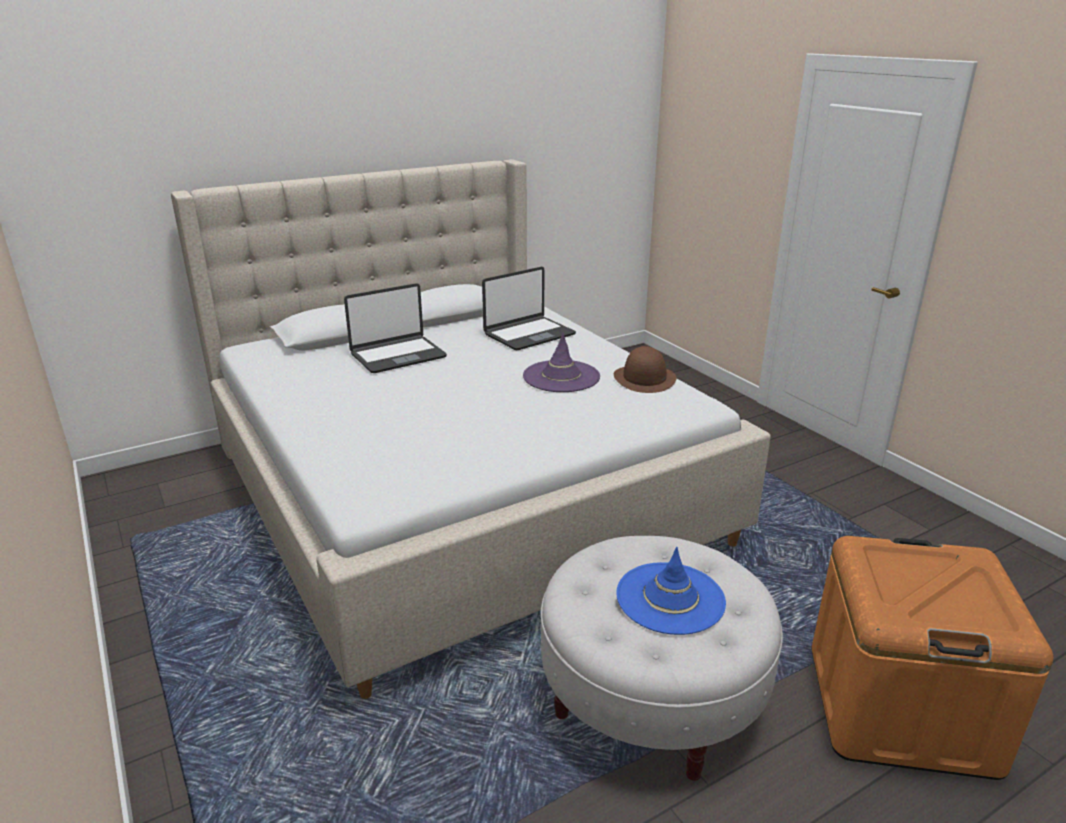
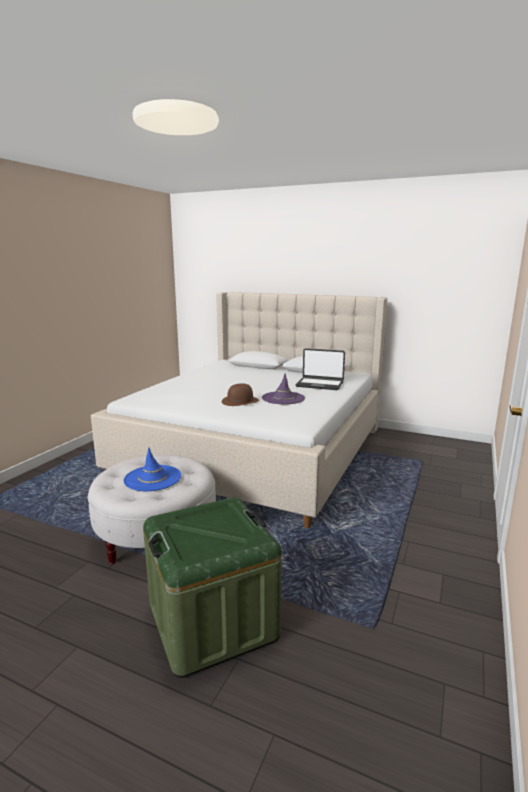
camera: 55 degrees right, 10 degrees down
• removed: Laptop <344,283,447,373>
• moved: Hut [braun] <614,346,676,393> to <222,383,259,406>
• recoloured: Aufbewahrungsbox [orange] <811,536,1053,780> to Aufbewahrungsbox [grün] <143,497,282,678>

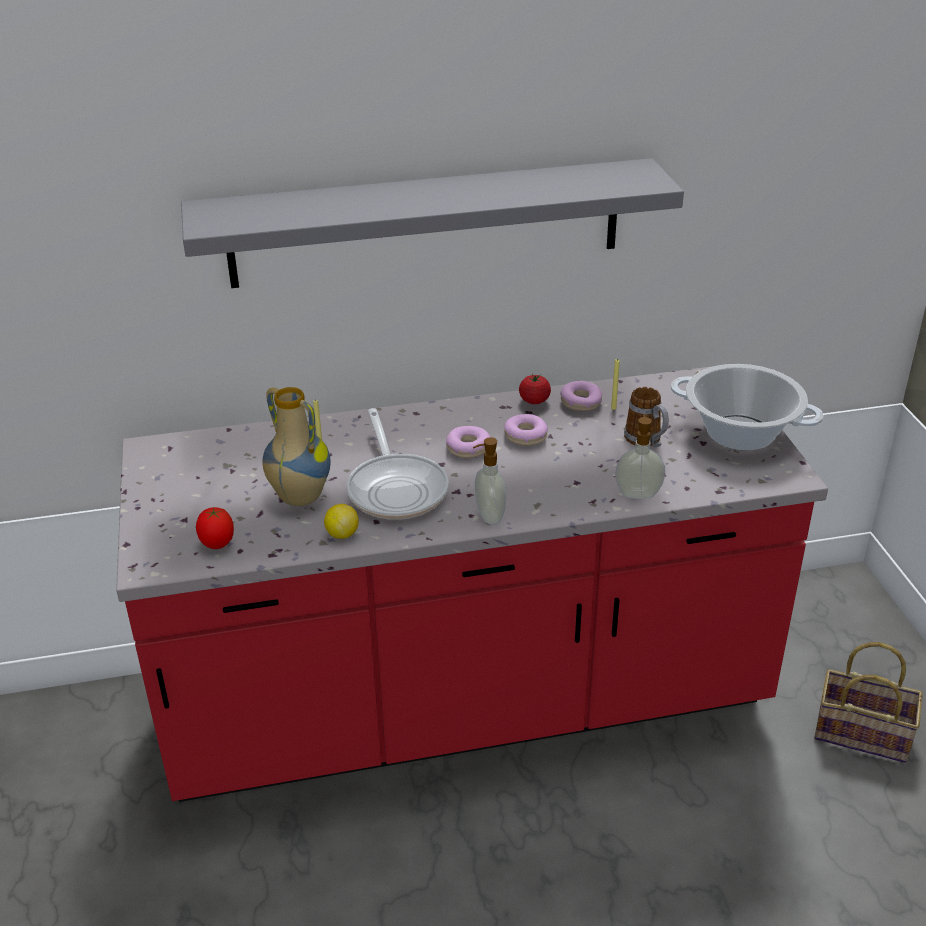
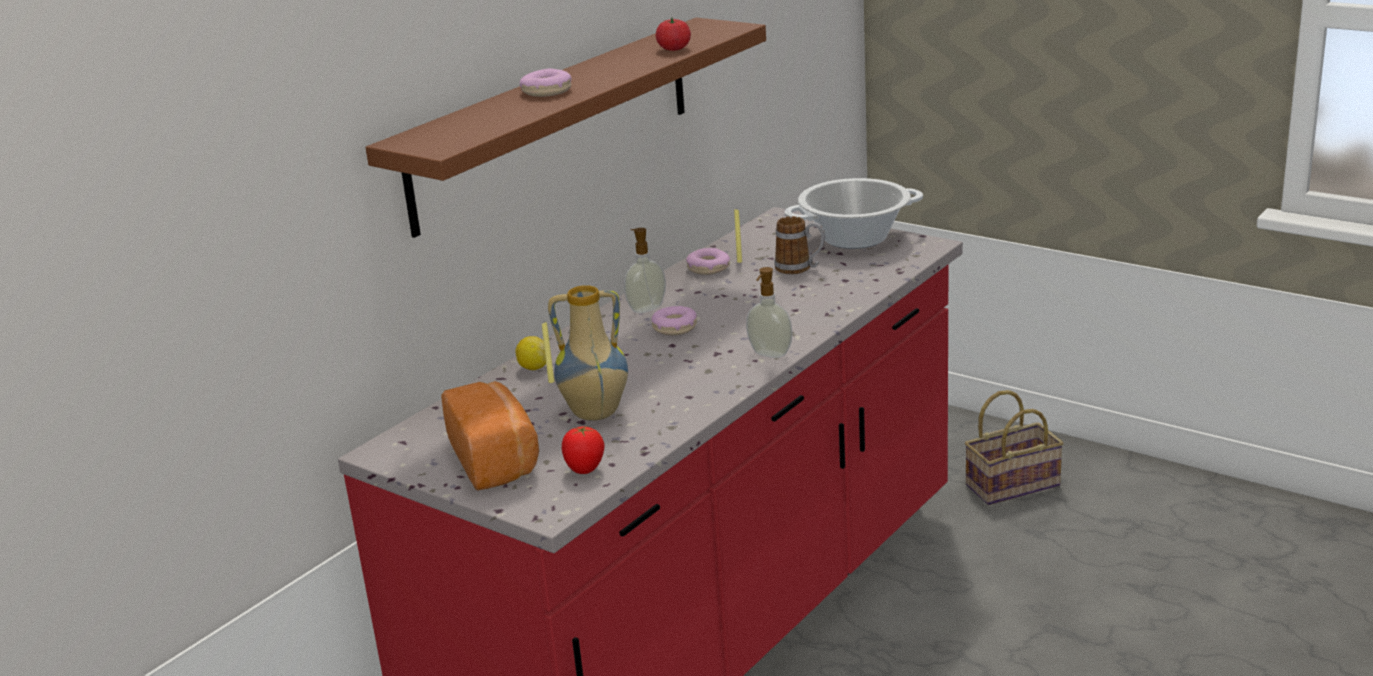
camera: 40 degrees left, 10 degrees down
• recoloured: Wandregal [grau] <181,158,684,288> to Wandregal [braun] <365,18,766,238>
• moved: Zitrone <324,504,359,539> to <515,336,546,370>
• removed: Pfanne <347,408,449,520>
• moved: Donut <504,414,548,446> to <520,69,572,97>
• moved: Tomate <519,374,551,404> to <656,17,691,51>
• moved: Seifenspender <615,414,665,499> to <624,228,666,313>
• added: Brot <441,381,539,490>

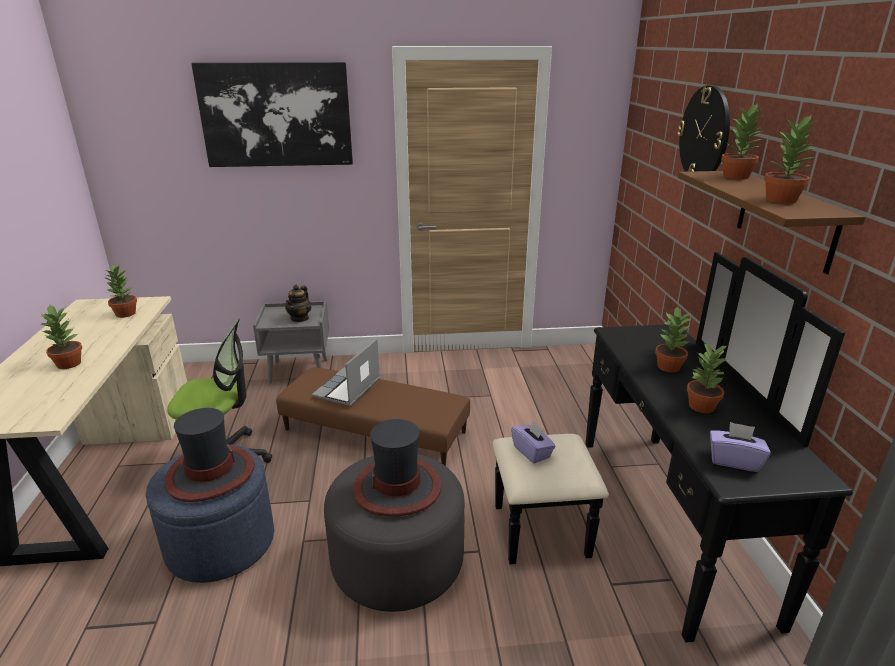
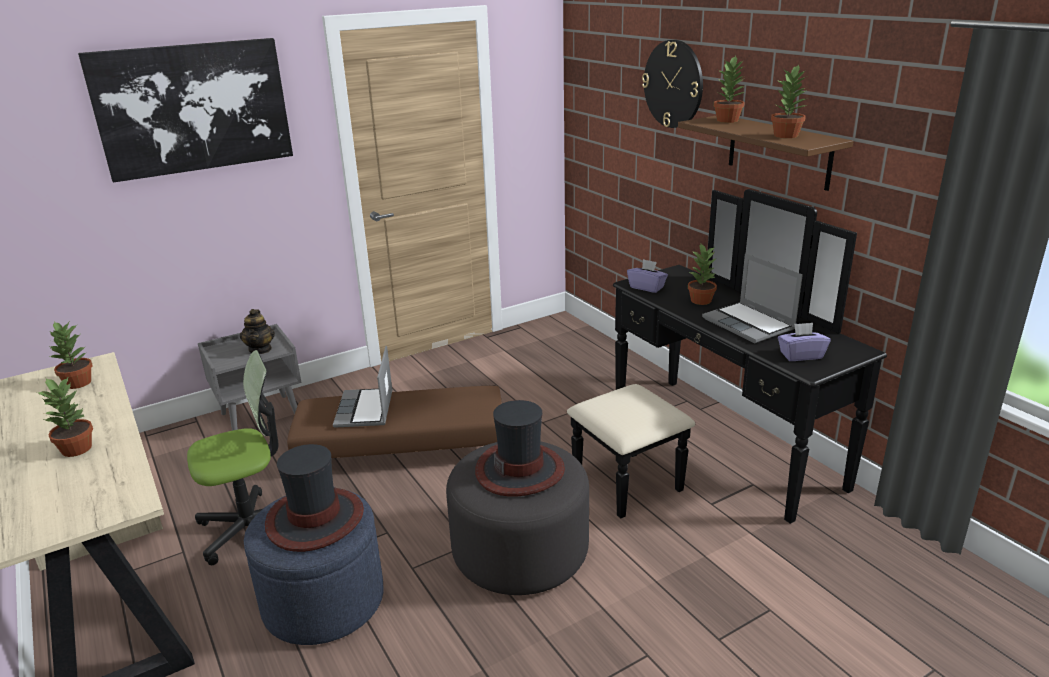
camera: 25 degrees left, 0 degrees up
• moved: Taschentuchbox [lila] <511,420,556,464> to <627,259,668,293>
• replaced: Topfpflanze <687,343,728,413> to Laptop <702,253,803,343>

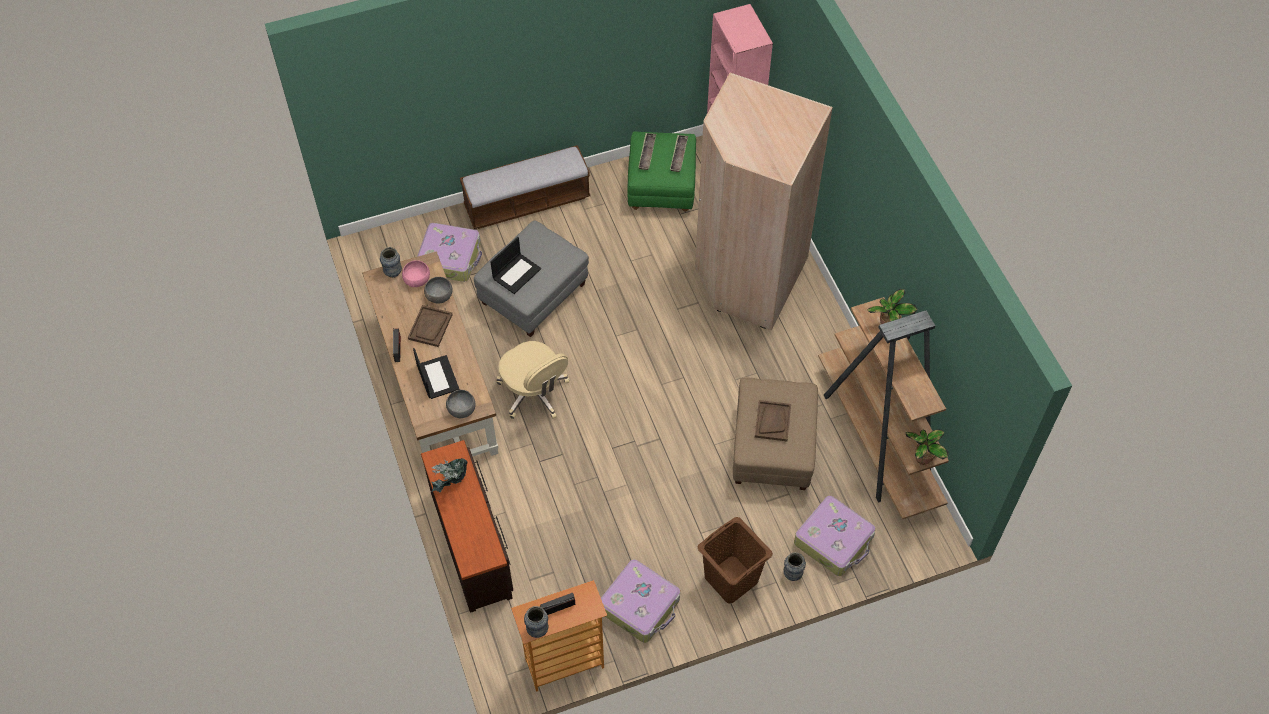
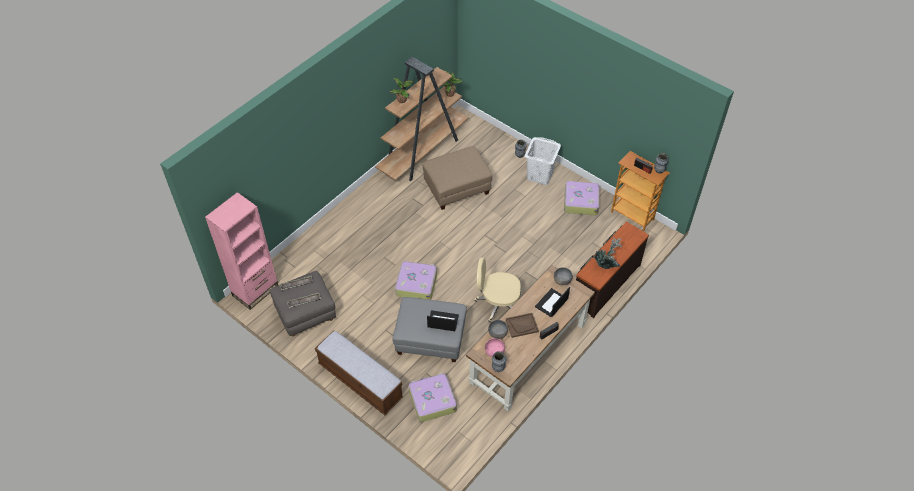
camera: 120 degrees left, 5 degrees down
• turned: Bürostuhl [beige] <496,341,569,419> = <474,257,521,323> 105 degrees counterclockwise
• recoloured: Polsterhocker [grün] <627,131,696,212> to Polsterhocker [grau] <270,271,336,336>
• removed: Kleiderschrank [beige] <695,73,833,330>
• recoloured: Wäschekorb [braun] <698,517,773,604> to Wäschekorb [weiß] <525,137,561,185>
• removed: Tablett [braun] <755,400,791,441>
• moved: Koffer <794,496,875,576> to <395,261,437,300>

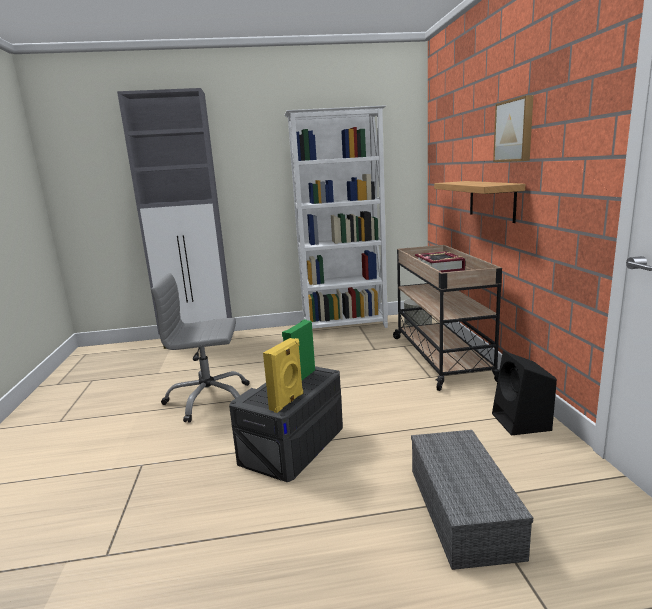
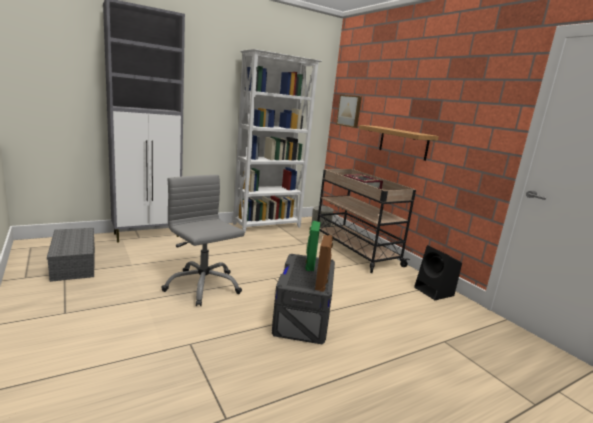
camera: 25 degrees left, 0 degrees up
• turned: Bürostuhl [grau] <151,273,250,423> = <161,175,245,306> 75 degrees clockwise
• recoloured: Lautsprecher [gelb] <263,338,303,413> to Lautsprecher [braun] <315,235,333,292>
• moved: Aufbewahrungsbox [grau] <411,430,533,570> to <47,228,95,282>
• moved: Bild <493,95,534,162> to <336,95,362,128>

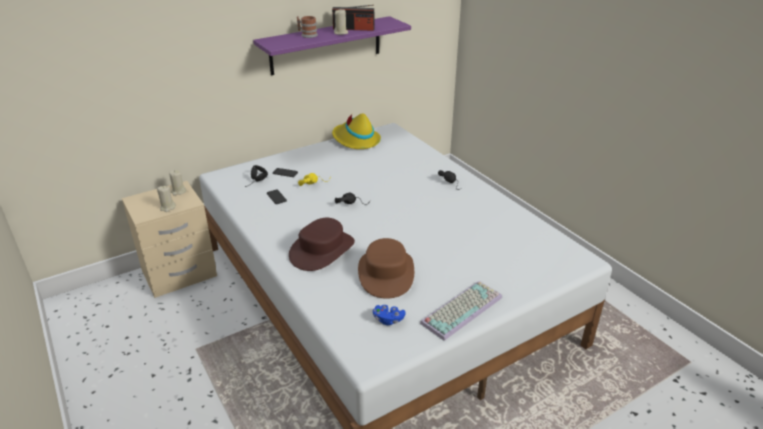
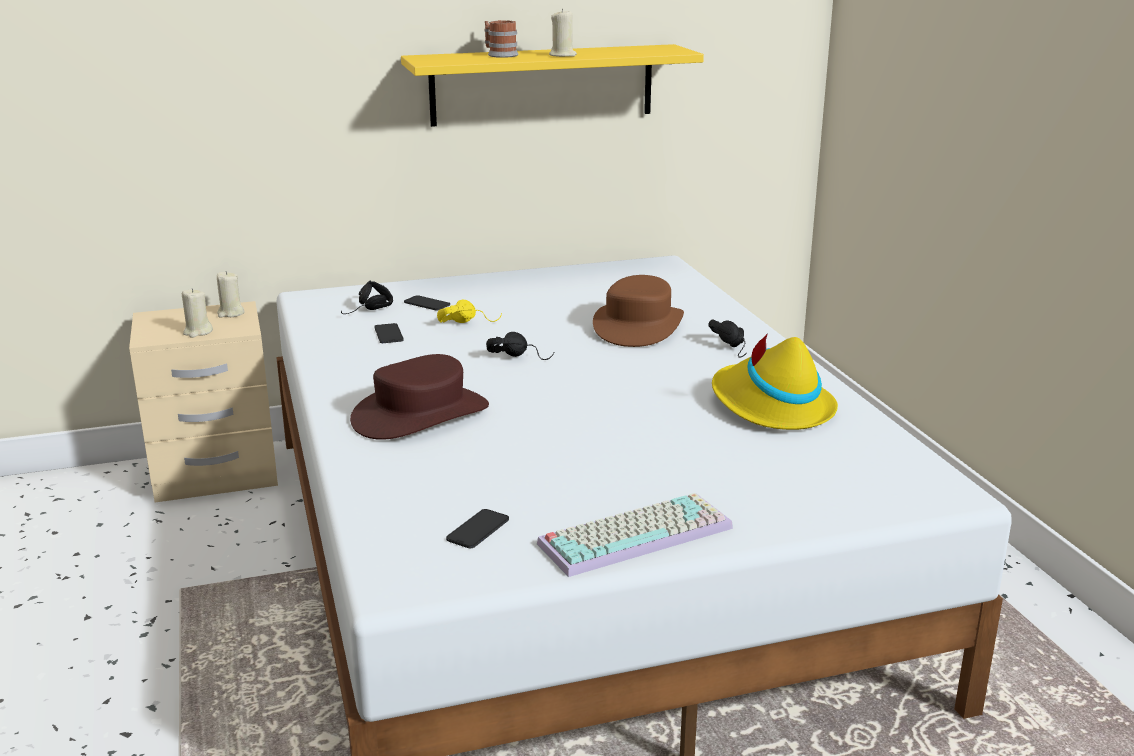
camera: 15 degrees right, 10 degrees down
• recoloured: Wandregal [lila] <253,16,411,75> to Wandregal [gelb] <401,44,704,127>
• removed: Radio <332,5,375,31>
• moved: Hut [gelb] <332,113,381,149> to <712,333,838,430>
• moved: Hut [braun] <358,238,414,299> to <593,275,684,347>
• replaced: Gamepad [blau] <373,305,406,325> to Handy <446,509,509,548>

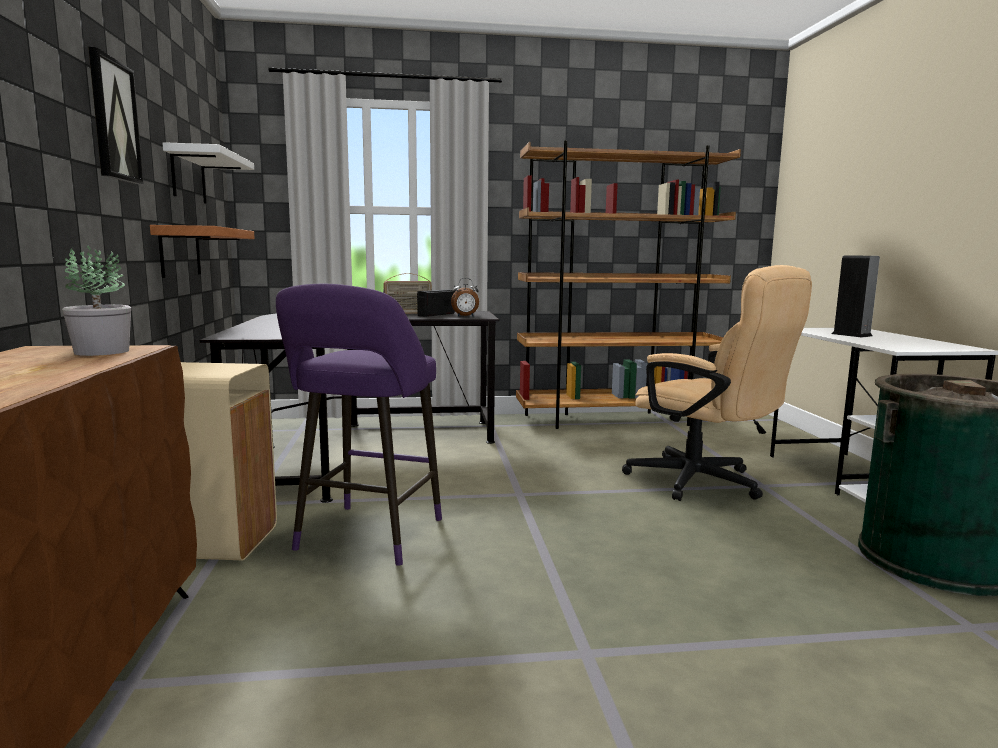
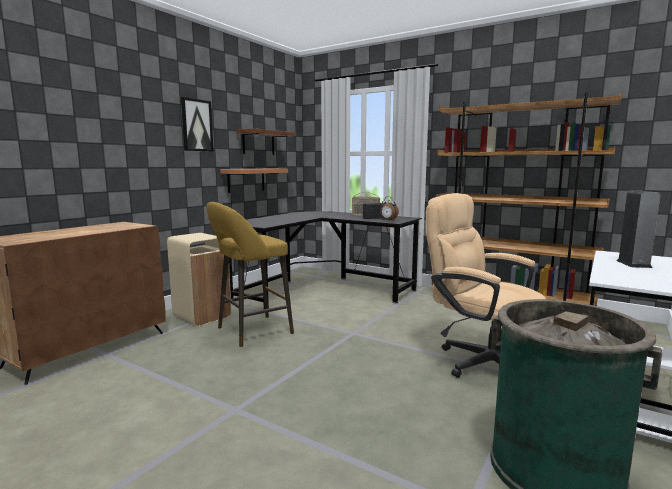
camera: 40 degrees right, 0 degrees up
• removed: Topfpflanze <62,245,131,356>
• recoloured: Wandregal [weiß] <162,142,254,204> to Wandregal [braun] <236,128,296,155>
• recoloured: Hocker [lila] <276,284,442,566> to Hocker [gelb] <206,202,294,347>
• turned: Bürostuhl [beige] <622,265,812,501> = <426,193,546,378> 135 degrees clockwise

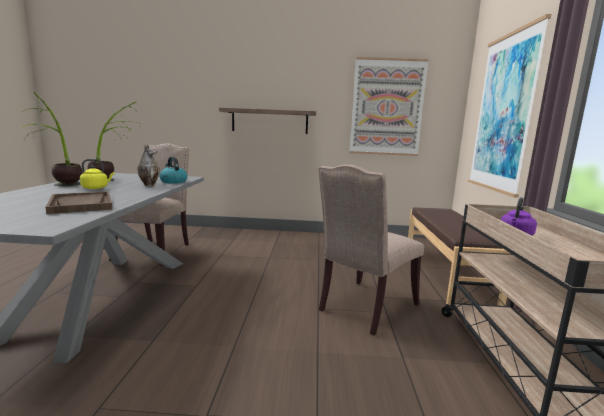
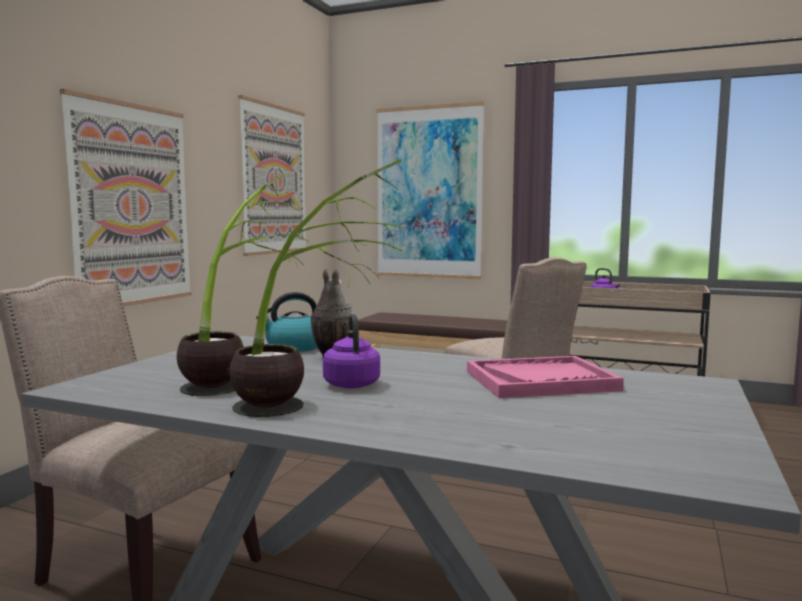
camera: 70 degrees left, 5 degrees down
• recoloured: Tablett [braun] <46,191,112,214> to Tablett [rosa] <467,356,624,398>
• recoloured: Wasserkessel [gelb] <80,159,115,189> to Wasserkessel [lila] <323,314,380,388>
• replaced: Wandregal <219,108,316,134> to Bild <60,89,192,307>

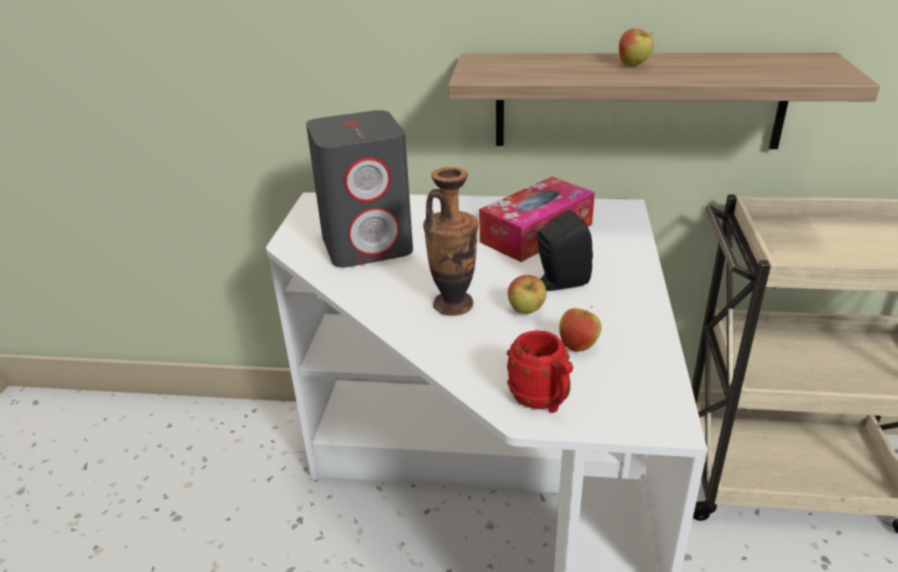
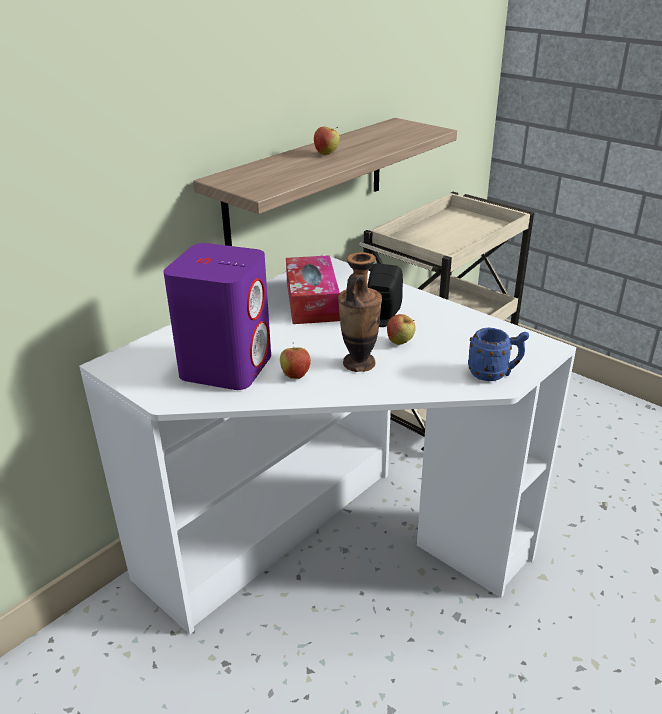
camera: 55 degrees left, 0 degrees up
• recoloured: Lautsprecher [grau] <306,110,413,268> to Lautsprecher [lila] <163,243,271,390>
• recoloured: Henkelbecher [rot] <507,330,573,413> to Henkelbecher [blau] <468,328,529,381>
• moved: Apfel <559,306,602,352> to <280,343,311,379>

